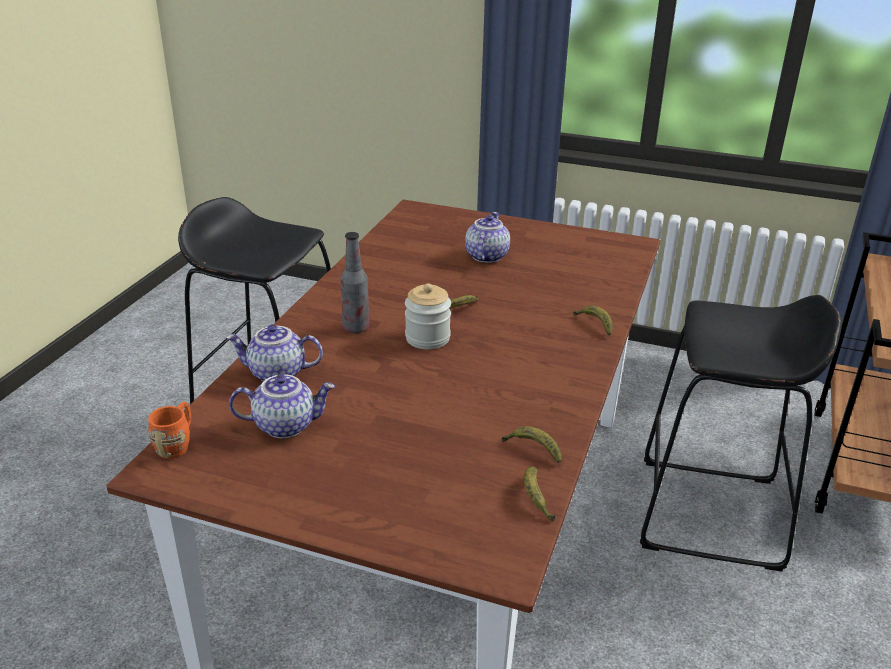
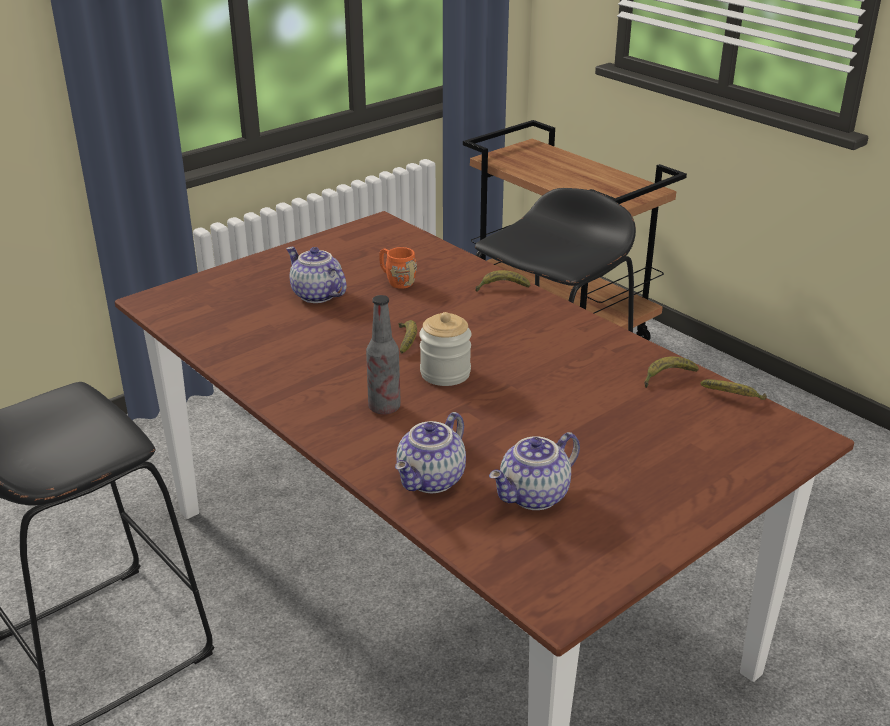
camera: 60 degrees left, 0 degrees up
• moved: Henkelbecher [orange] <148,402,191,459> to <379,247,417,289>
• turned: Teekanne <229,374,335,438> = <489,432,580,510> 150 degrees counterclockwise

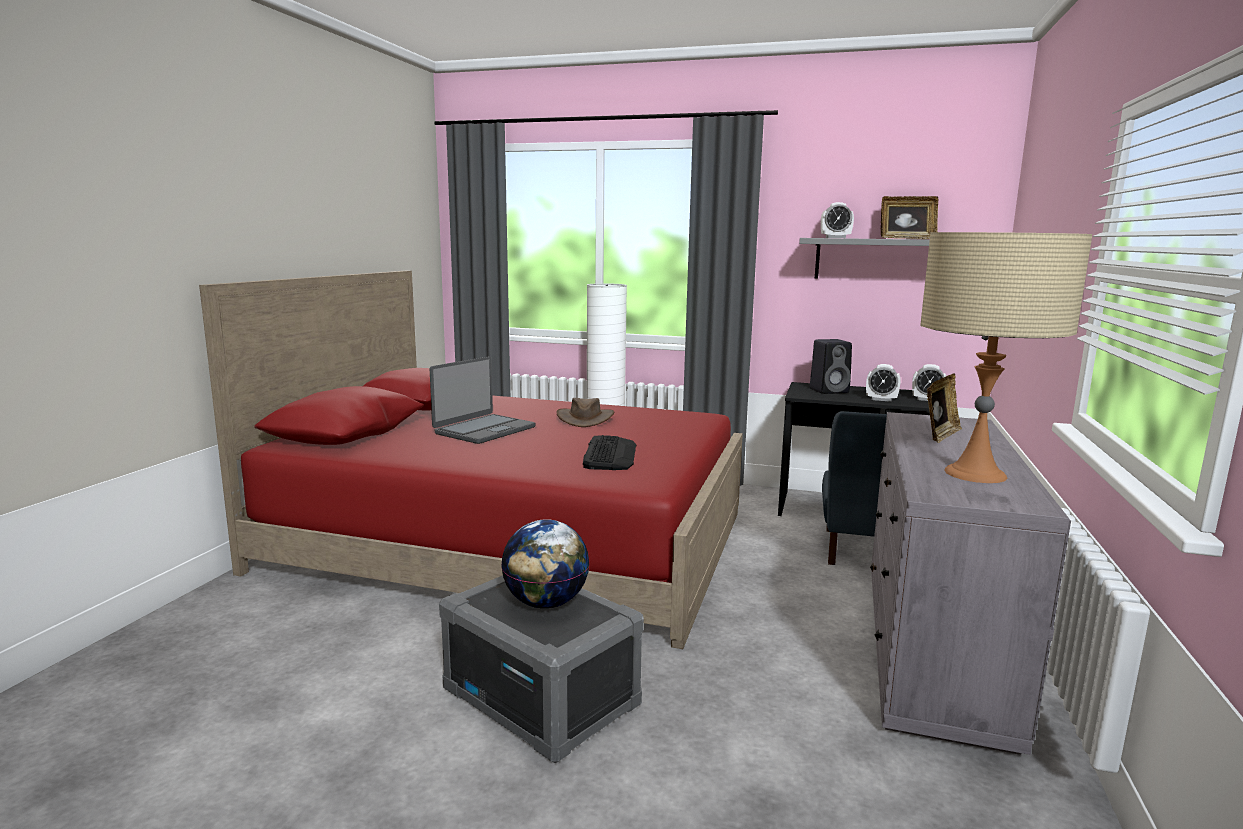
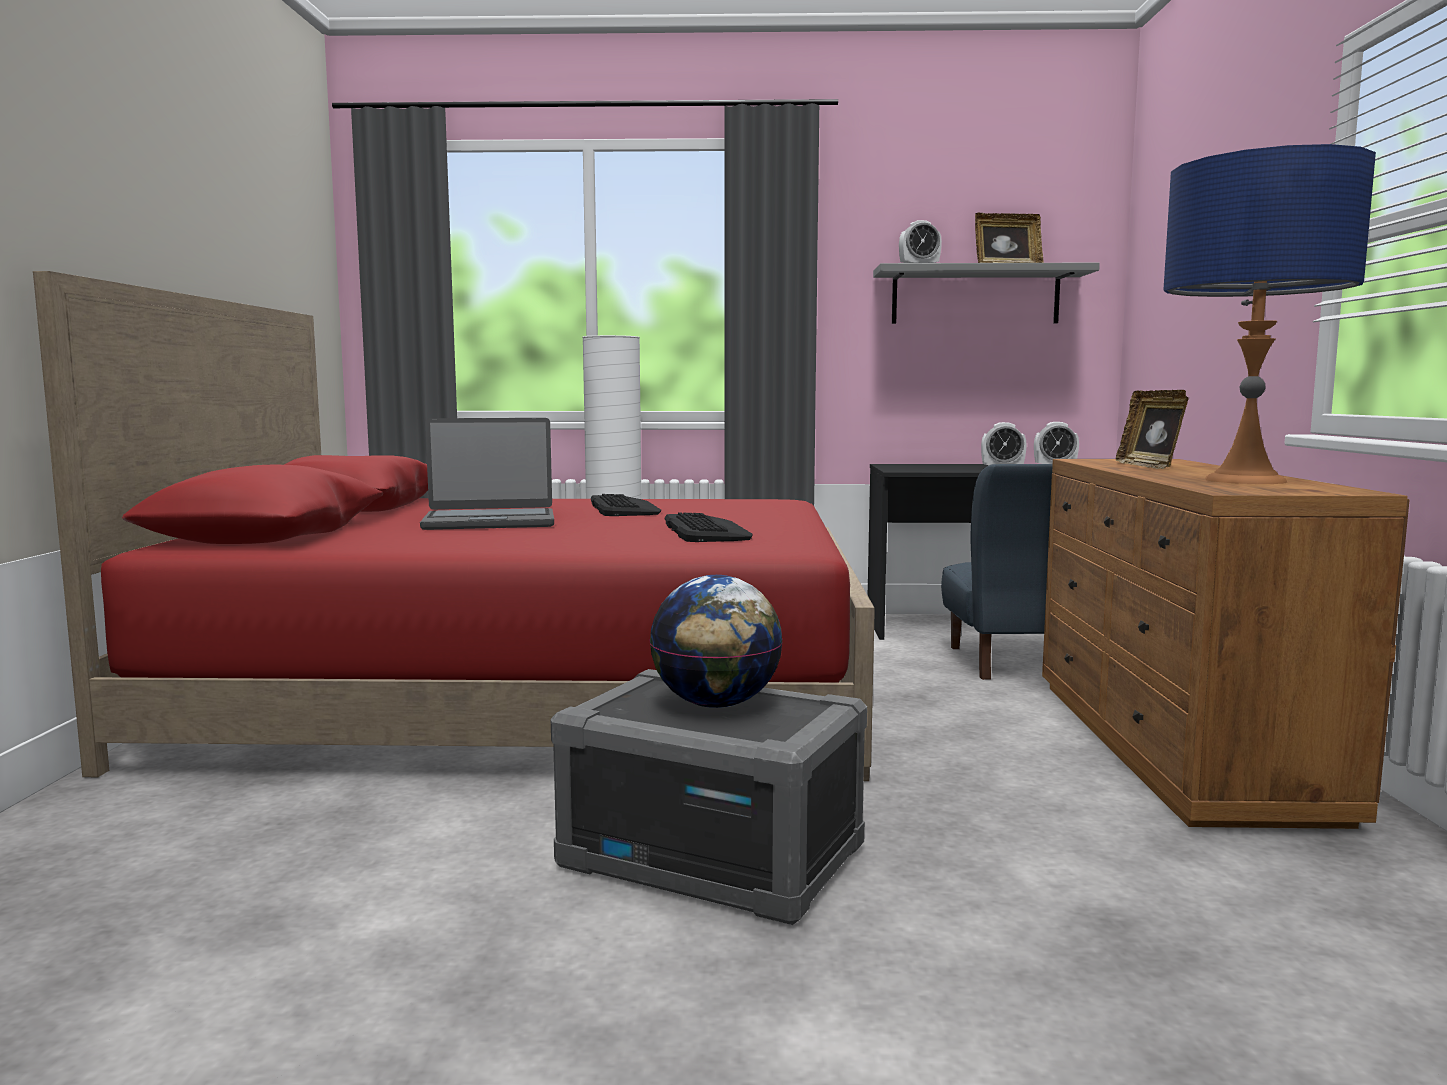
camera: 15 degrees left, 5 degrees down
• turned: Laptop <430,356,535,444> = <420,418,554,530> 60 degrees clockwise
• replaced: Hut [braun] <556,398,614,427> to Tastatur <591,494,661,516>
• removed: Lautsprecher [schwarz] <810,339,852,394>
• recoloured: Kommode [grau] <870,412,1071,755> to Kommode [braun] <1042,459,1410,829>
• recoloured: Tischlampe [beige] <920,232,1092,483> to Tischlampe [blau] <1163,144,1376,484>
• turned: Bilderrahmen <927,373,962,443> = <1116,390,1189,469> 150 degrees clockwise

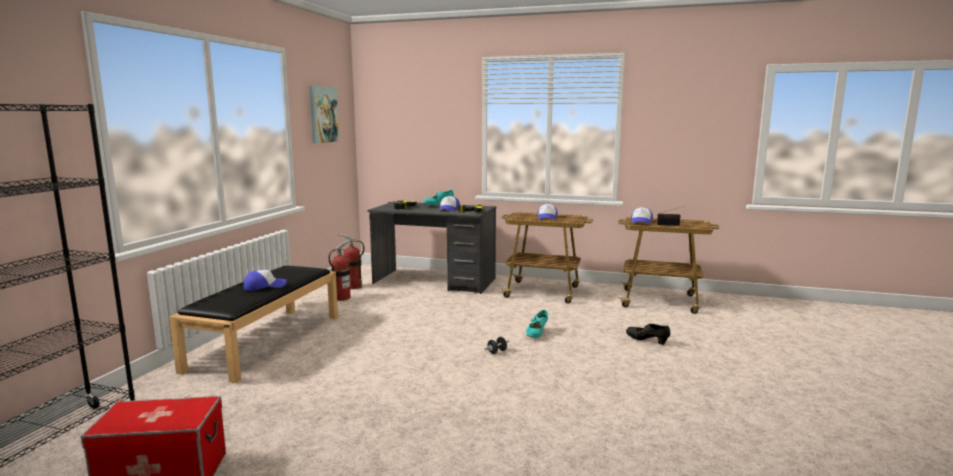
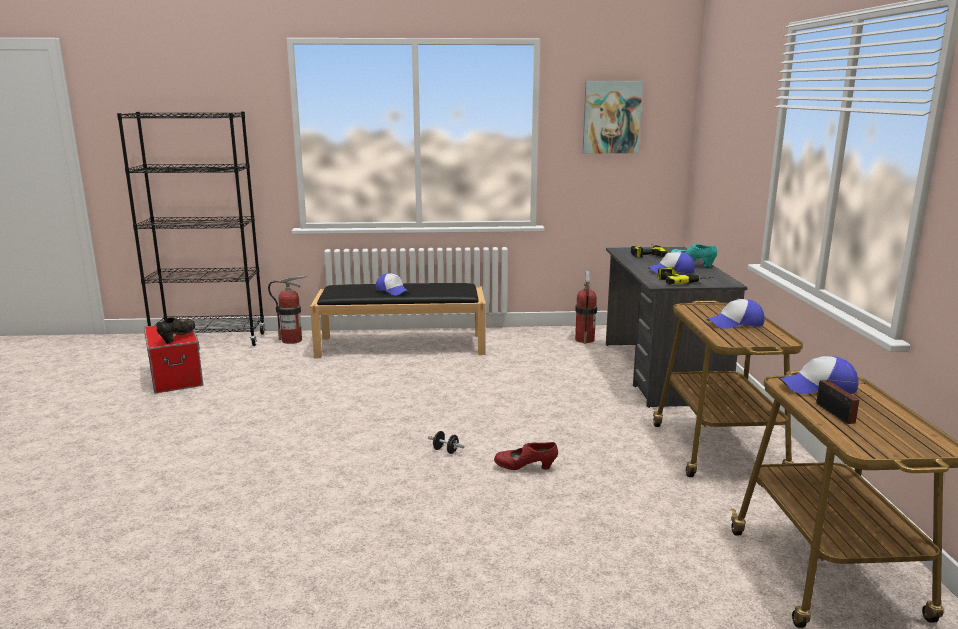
camera: 70 degrees right, 5 degrees up
• moved: Feuerlöscher <328,240,351,301> to <268,276,306,344>
• recoloured: Schuh [türkis] <526,310,548,338> to Schuh [rot] <494,442,558,470>
• moved: Schuh [schwarz] <626,324,670,345> to <157,318,195,344>

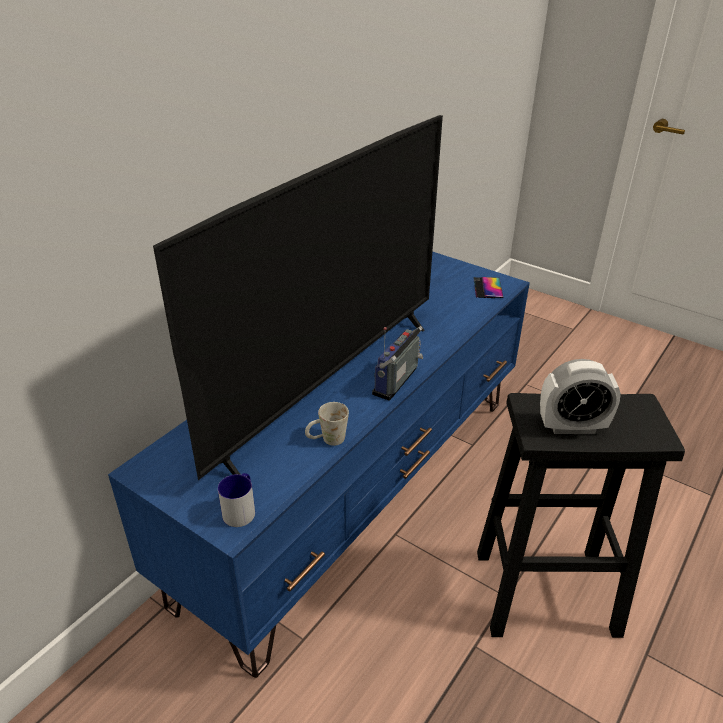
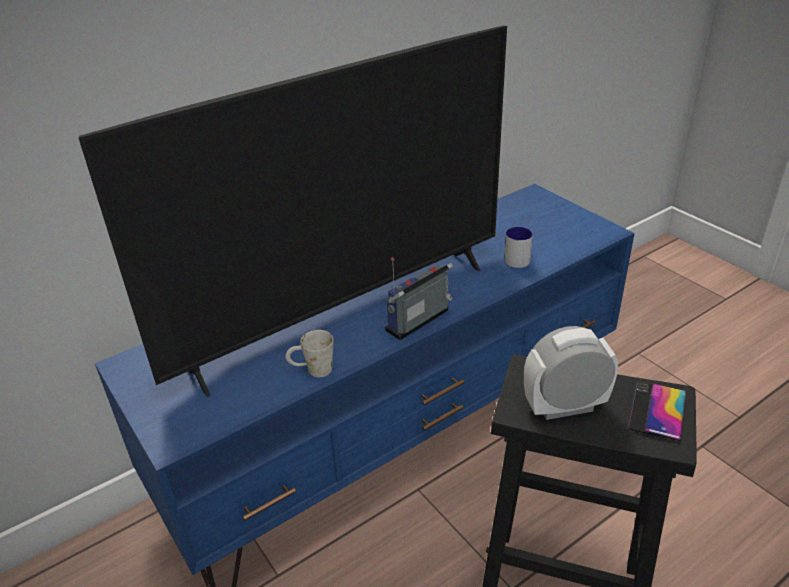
camera: 20 degrees right, 0 degrees up
• moved: Henkelbecher <218,473,255,527> to <504,227,533,268>
• moved: Handy <473,277,503,298> to <628,381,686,441>
• turned: Wecker <540,359,621,434> = <524,326,618,420> 150 degrees clockwise

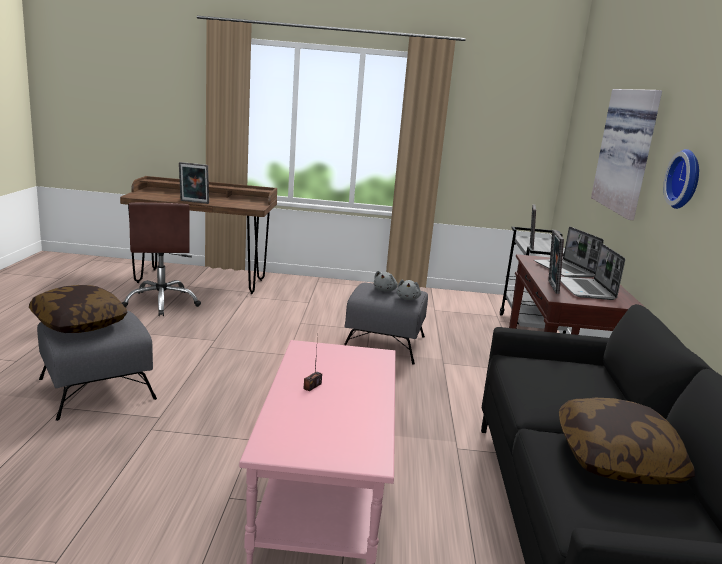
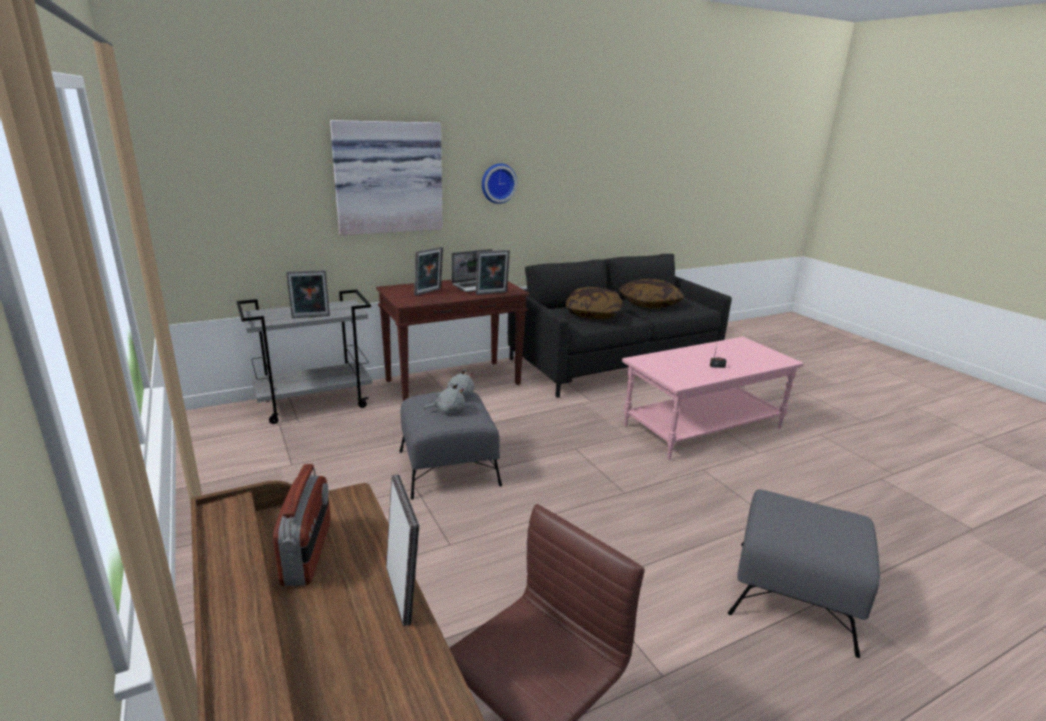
camera: 120 degrees left, 5 degrees up
• moved: Kissen <29,285,128,333> to <566,287,622,319>
• replaced: Laptop <534,227,604,277> to Bilderrahmen <414,247,443,295>
• added: Radio <273,464,331,586>

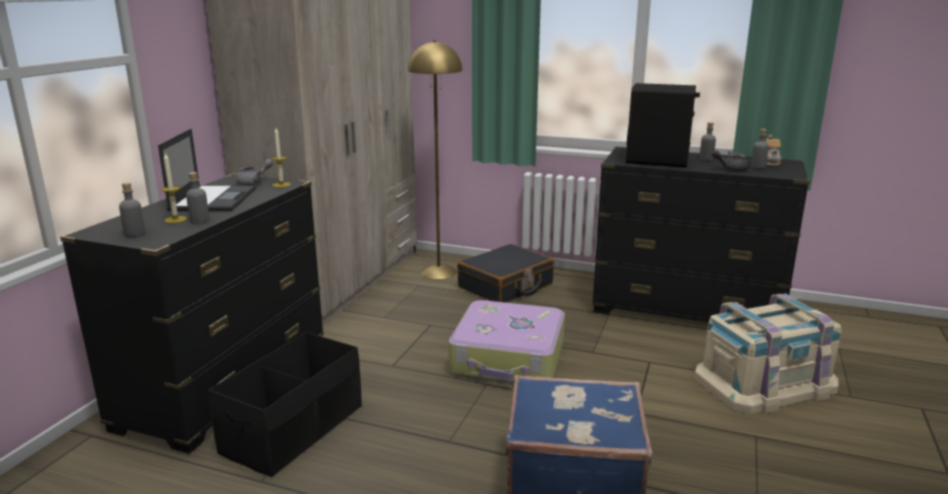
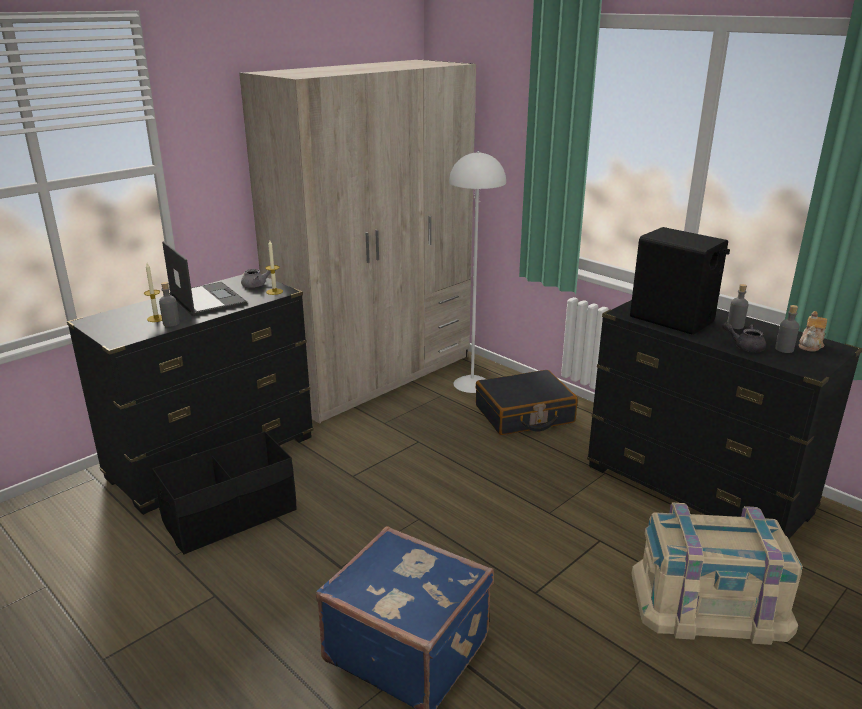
camera: 25 degrees right, 5 degrees up
• removed: Flasche [grau] <119,182,145,237>
• turned: Laptop <158,129,256,211> = <162,241,247,316> 60 degrees counterclockwise
• recoloured: Stehlampe [gelb] <408,40,462,279> to Stehlampe [weiß] <449,151,506,393>
• removed: Koffer <449,300,565,383>

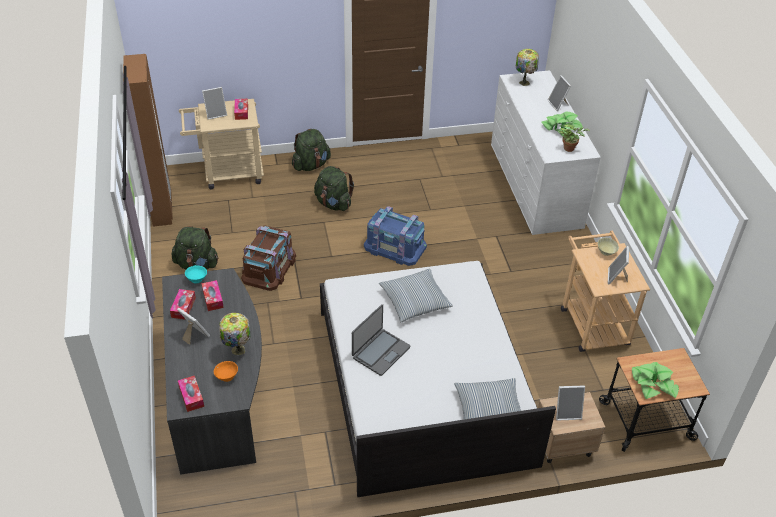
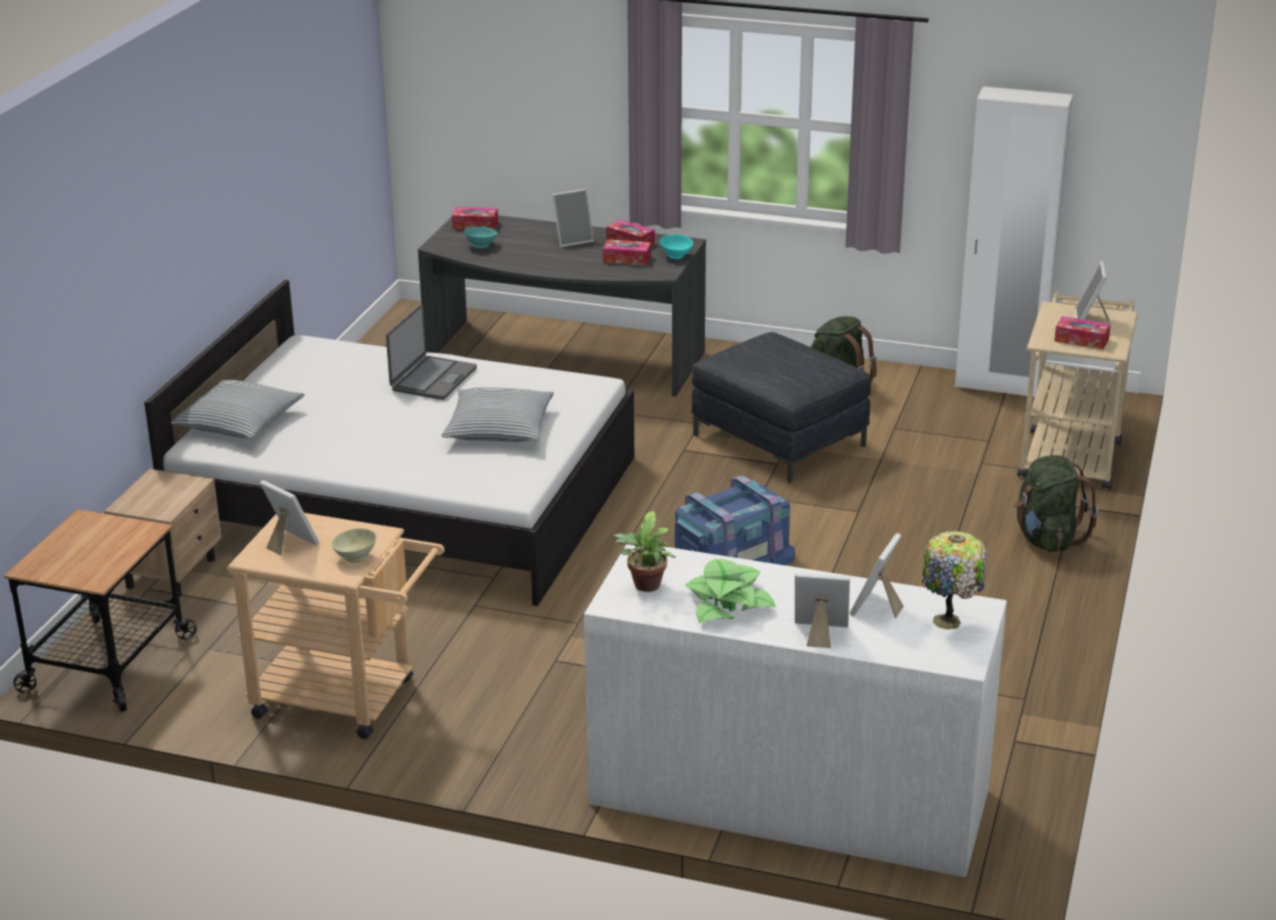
camera: 120 degrees right, 15 degrees down
• recoloured: Kleiderschrank [braun] <123,54,173,227> to Kleiderschrank [weiß] <955,86,1073,397>
• recoloured: Schüssel [orange] <214,361,238,382> to Schüssel [türkis] <464,227,497,249>
• removed: Tischlampe <219,313,250,355>
• replaced: Aufbewahrungsbox [braun] <241,225,296,291> to Polsterhocker [grau] <692,332,871,483>
• removed: Rucksack [grün] <314,166,354,211>
• turned: Laptop <352,304,410,376> = <386,304,477,400> 135 degrees counterclockwise
• moved: Bilderrahmen <556,386,585,421> to <850,533,904,618>
• removed: Topfpflanze <632,362,679,399>

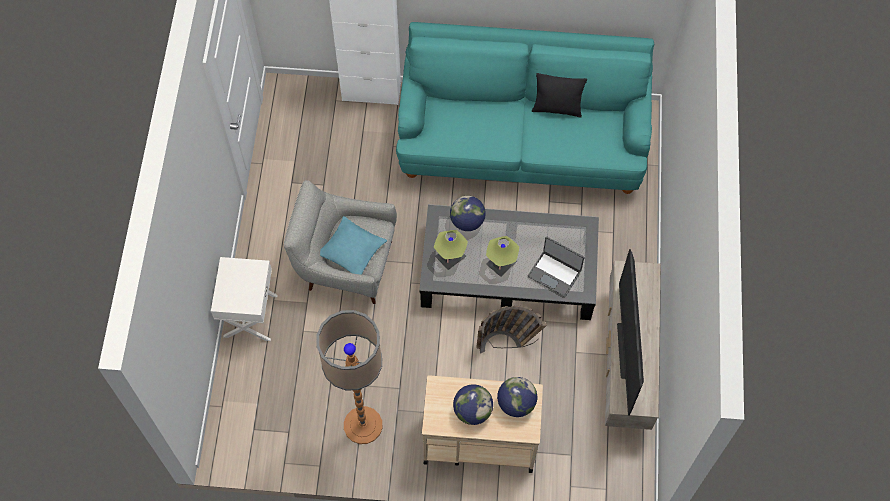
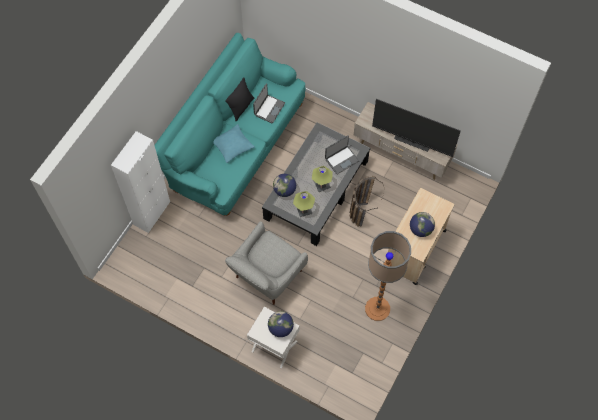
camera: 65 degrees left, 0 degrees up
• moved: Kissen [türkis] <320,216,387,274> to <213,124,255,163>
• moved: Globus <497,377,537,417> to <268,311,294,337>
• added: Laptop <253,83,285,123>

